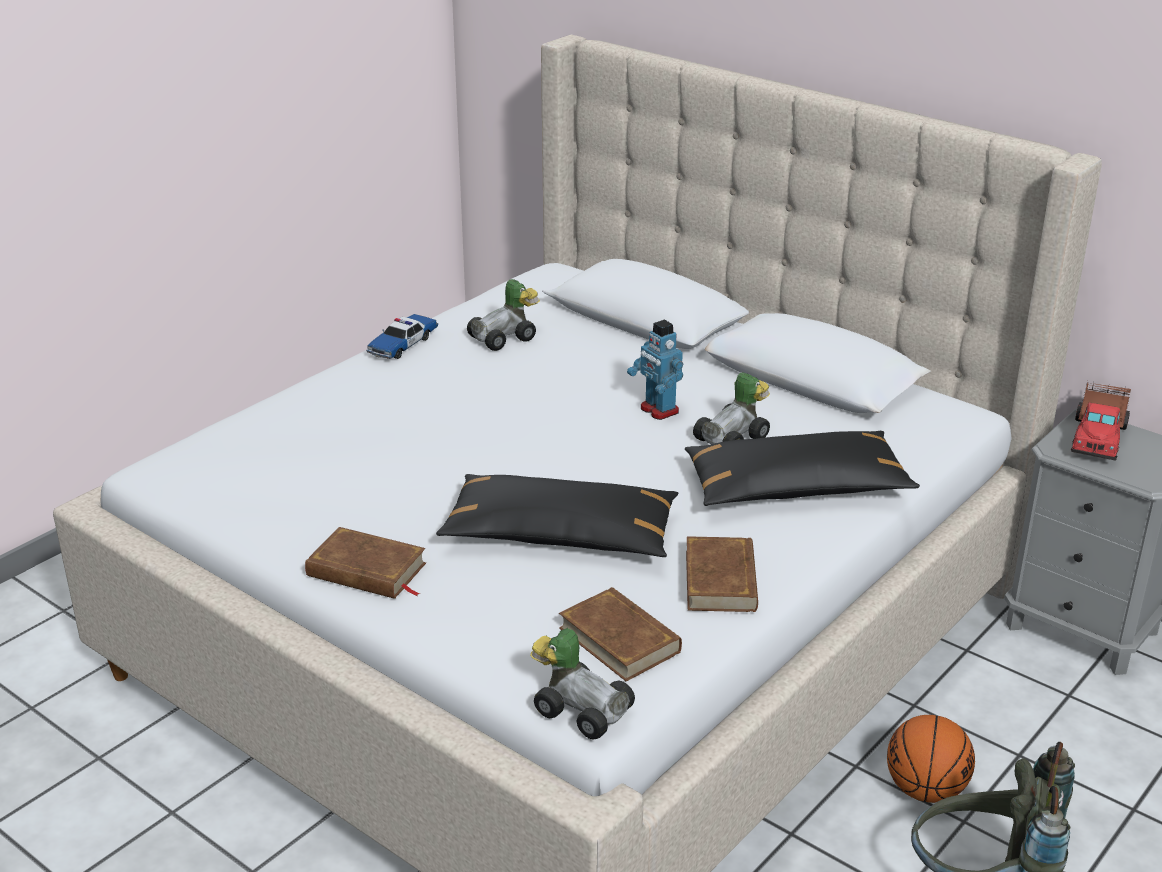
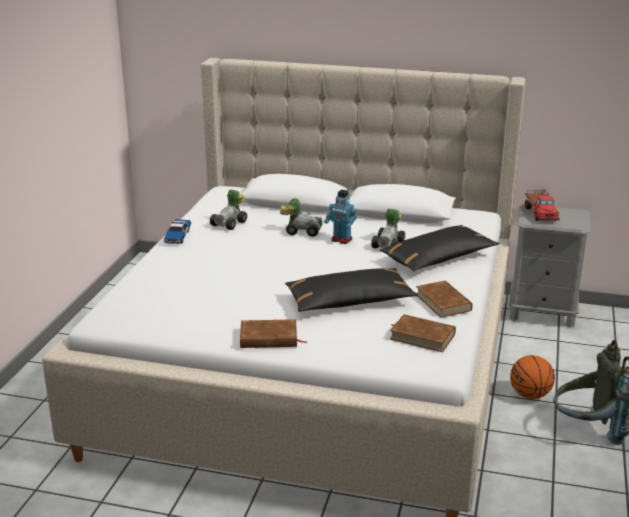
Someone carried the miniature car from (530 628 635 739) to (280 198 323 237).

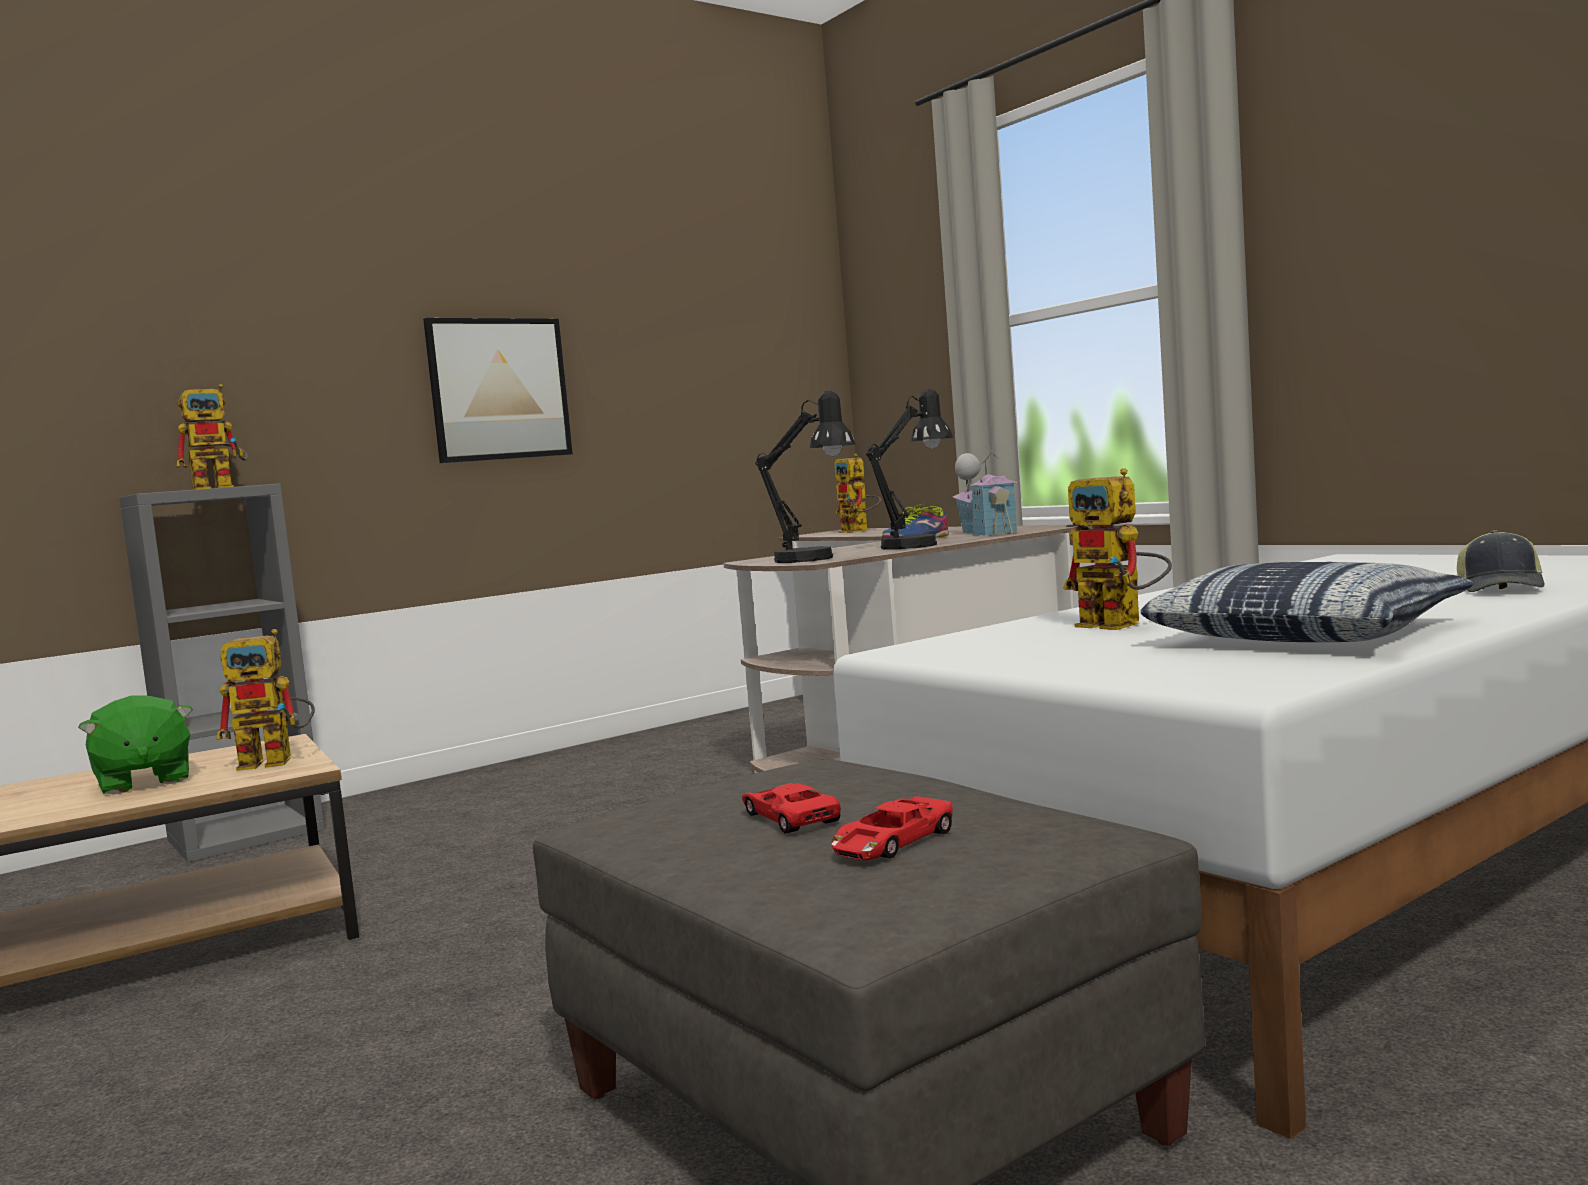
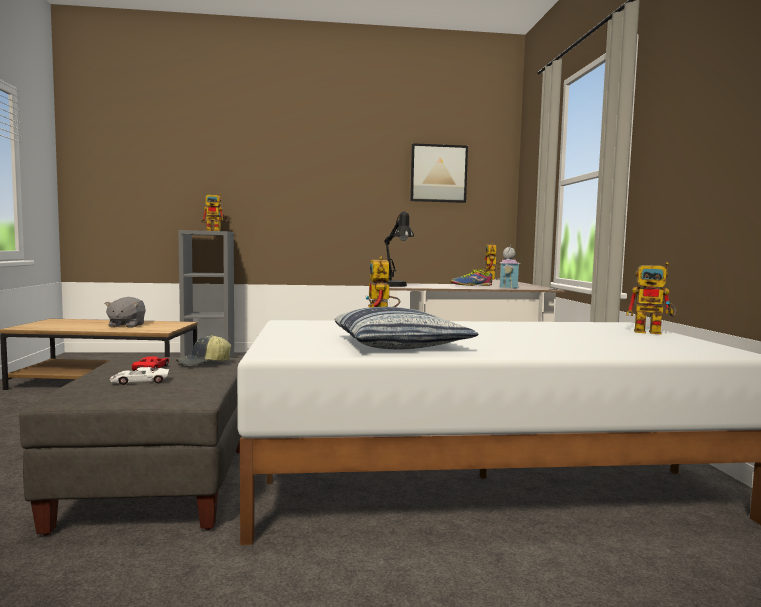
Someone repainted the greenish plush toy at (78 695 193 795), which became the grey plush toy at (104 297 146 328).
Someone carried the model robot from (216 629 315 771) to (626 262 676 334).
Someone carried the wall picture from (423 318 573 463) to (410 143 468 203).
Someone repainted the red miniature car at (831 796 953 860), which became the white miniature car at (110 367 169 385).
Someone took away the black table lamp at (866 389 953 550).
Someone carried the baseball cap from (1457 530 1544 592) to (176 335 231 366).

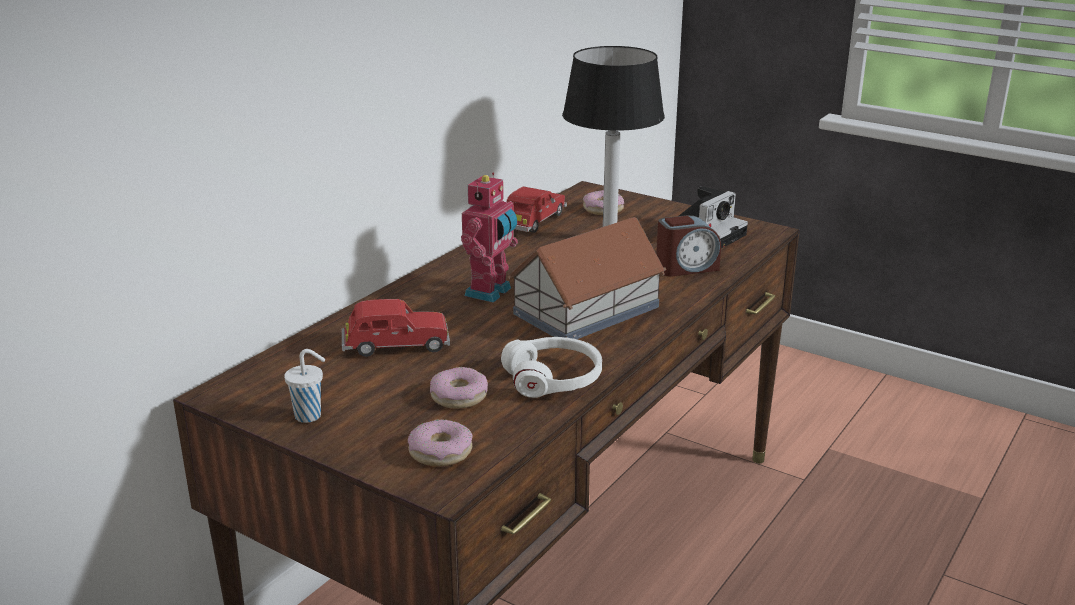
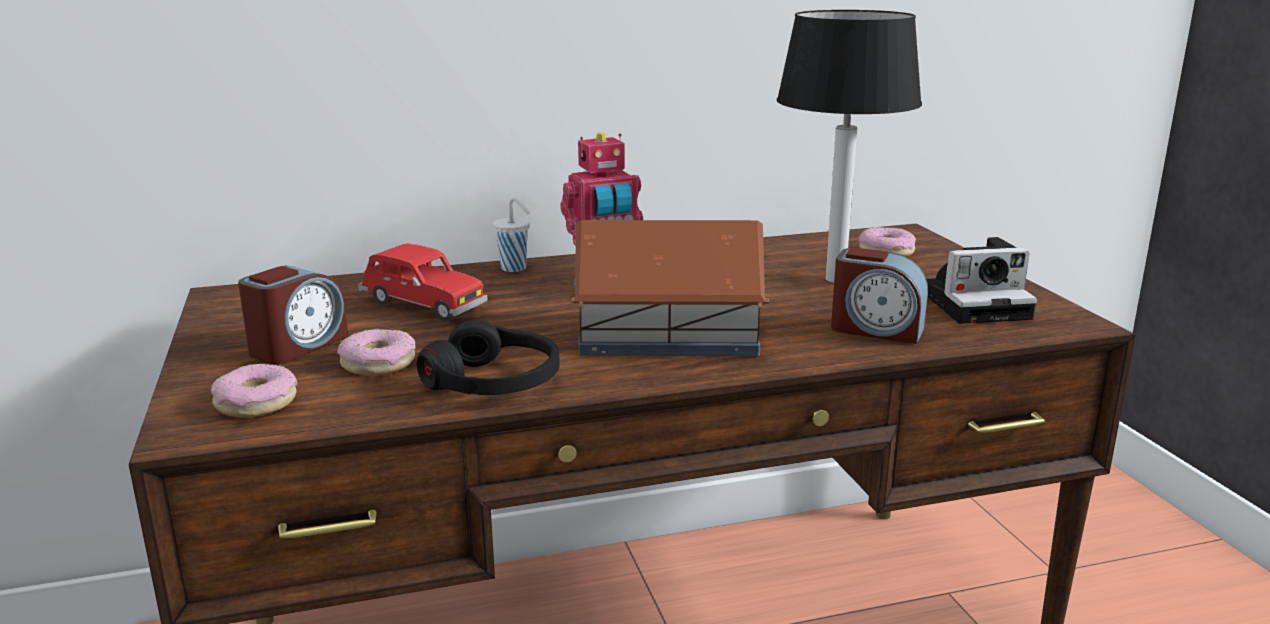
Someone carried the white drinking cup from (284 349 325 423) to (493 197 530 272).
Someone repainted the white pair of headphones at (501 337 602 398), which became the black pair of headphones at (416 320 560 395).
Someone took away the red miniature car at (507 187 567 233).
Someone put down the alarm clock at (238 266 349 364).

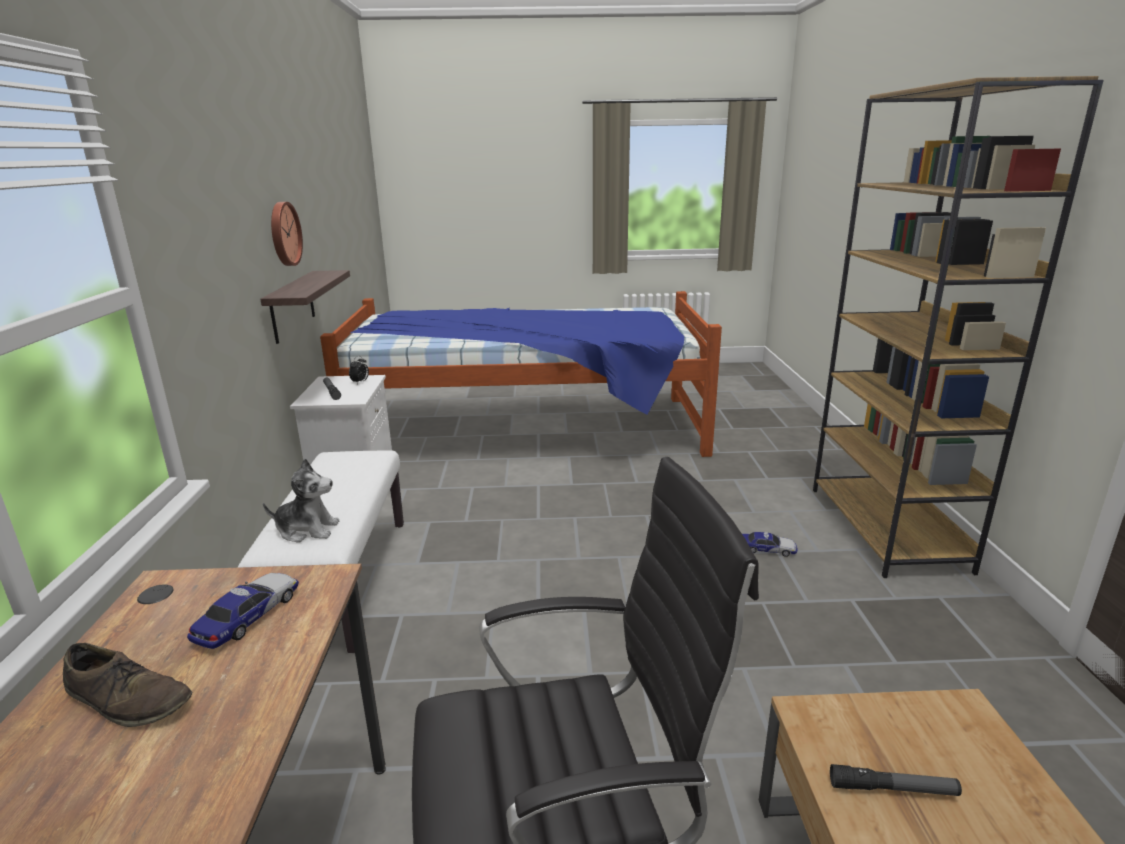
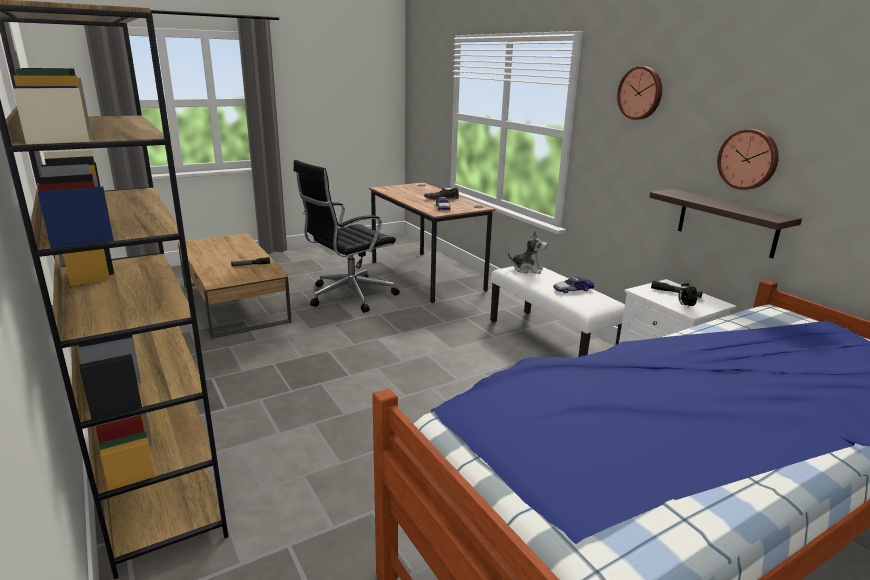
Someone rotated the plush toy at (263 458 340 543) by 135 degrees counterclockwise.
Someone carried the miniature car from (742 532 798 557) to (553 277 594 293).
Someone put up the wall clock at (617 66 662 120).

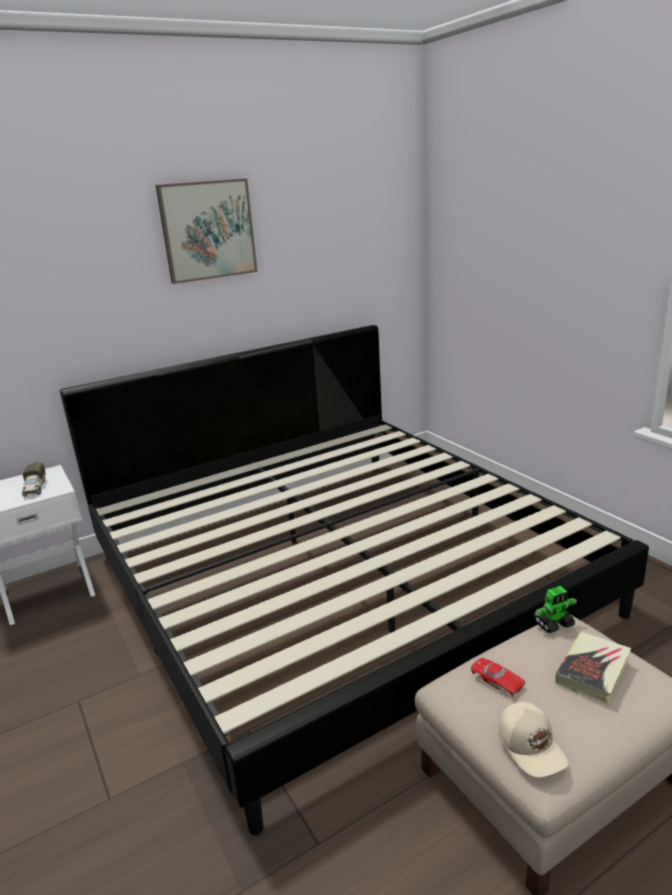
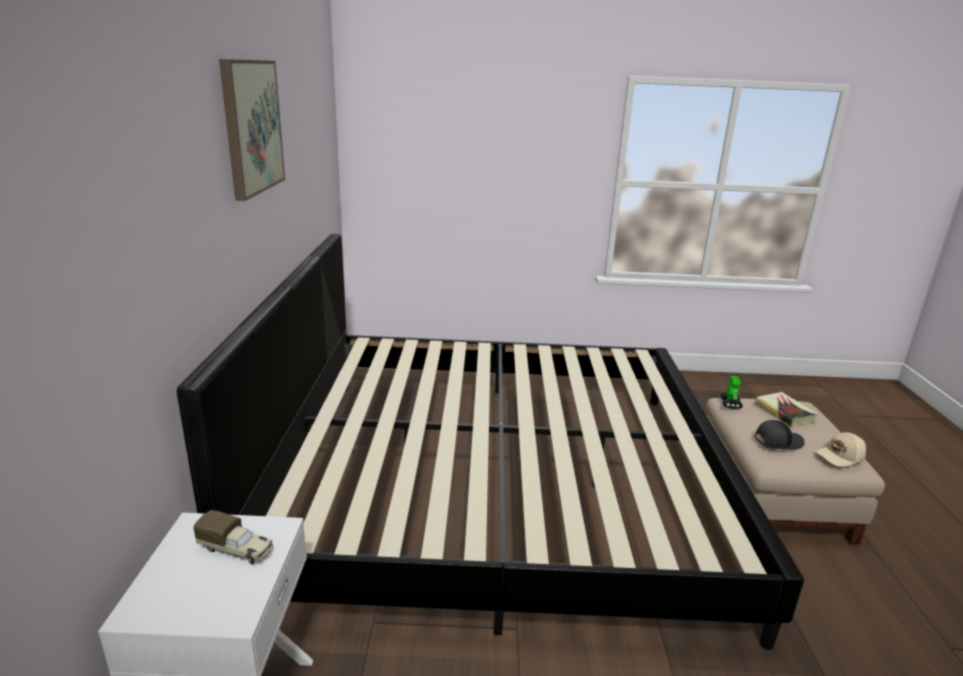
Someone swapped the red miniature car at (471 658 525 697) for the black baseball cap at (755 420 805 450).
Someone rotated the beige-coloured baseball cap at (498 702 568 778) by 150 degrees clockwise.

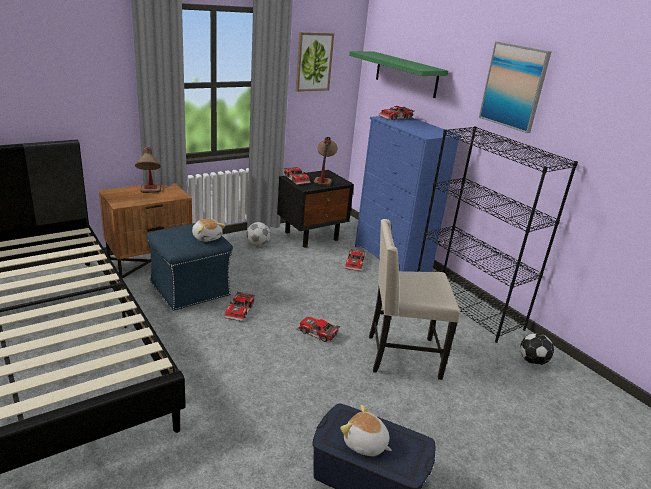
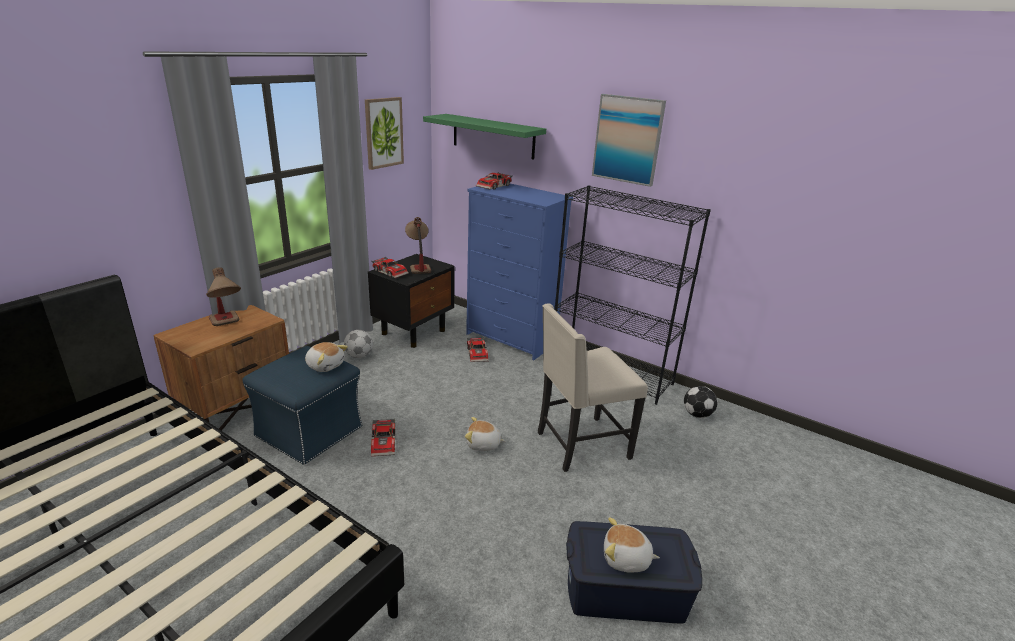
Someone swapped the miniature car at (297 317 340 342) for the plush toy at (465 417 506 451).

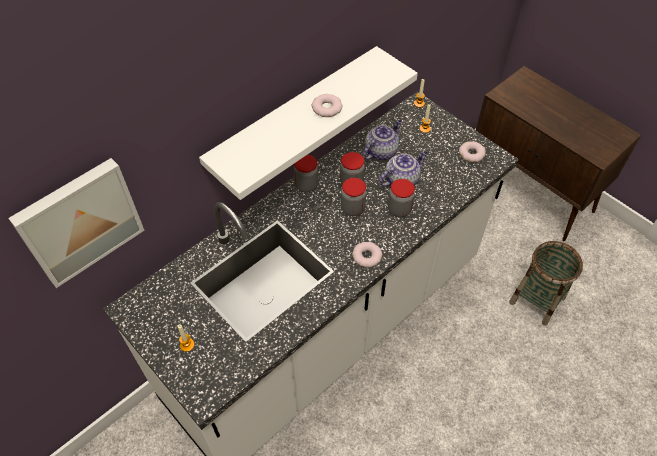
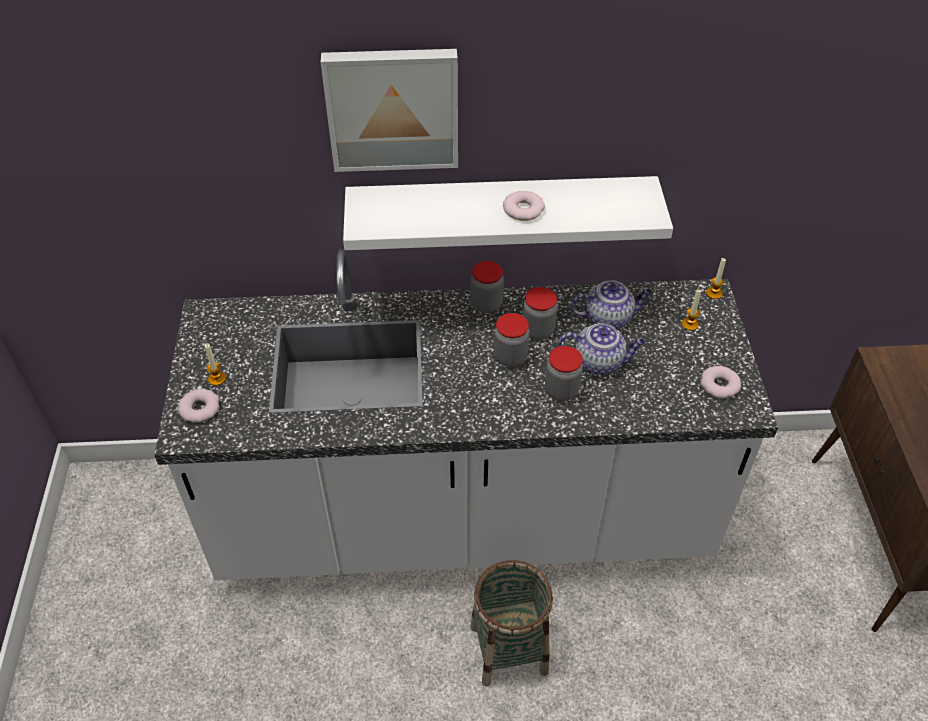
Someone carried the wall picture from (8 158 145 288) to (321 49 458 172).
Someone carried the donut from (352 242 382 267) to (178 389 219 423).
Someone carried the basket from (509 241 583 326) to (471 560 553 687).

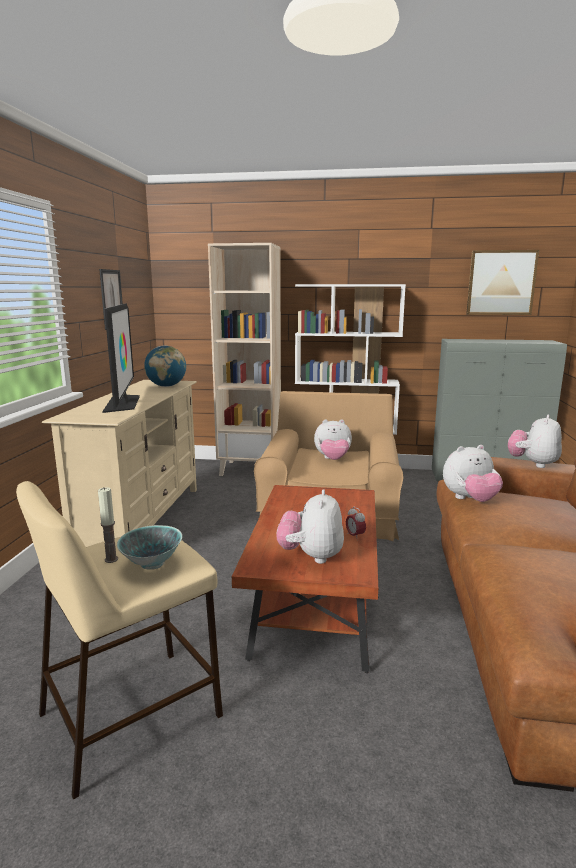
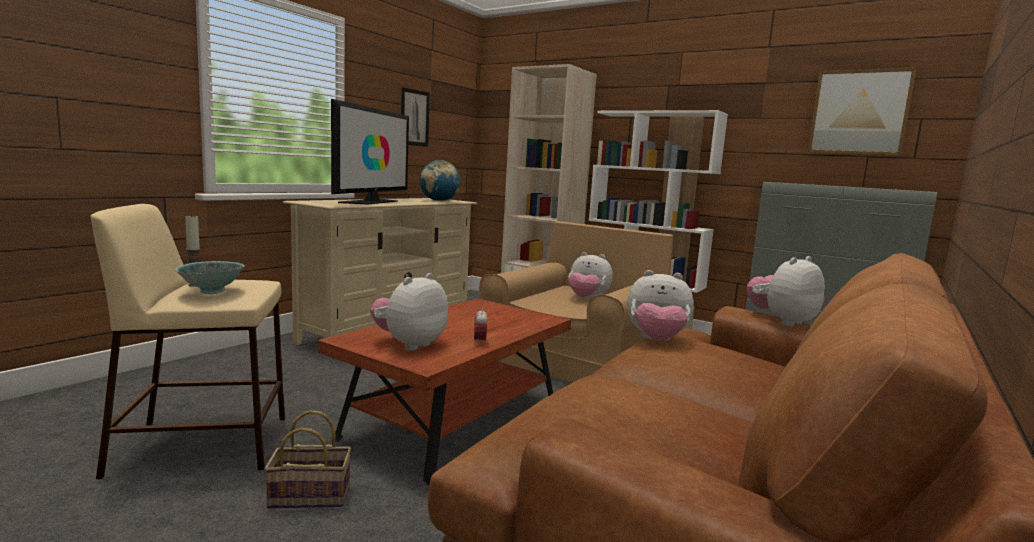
Someone put down the basket at (264 410 351 509).

